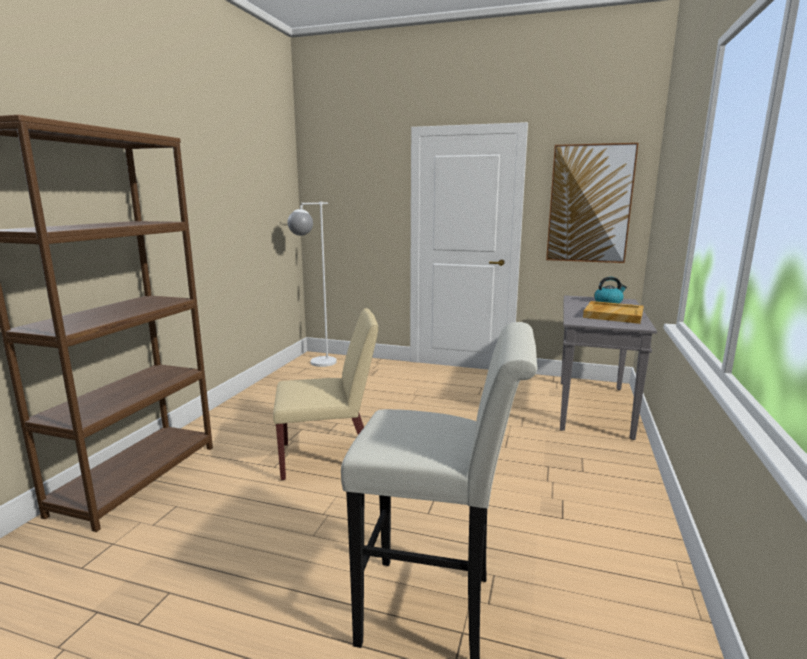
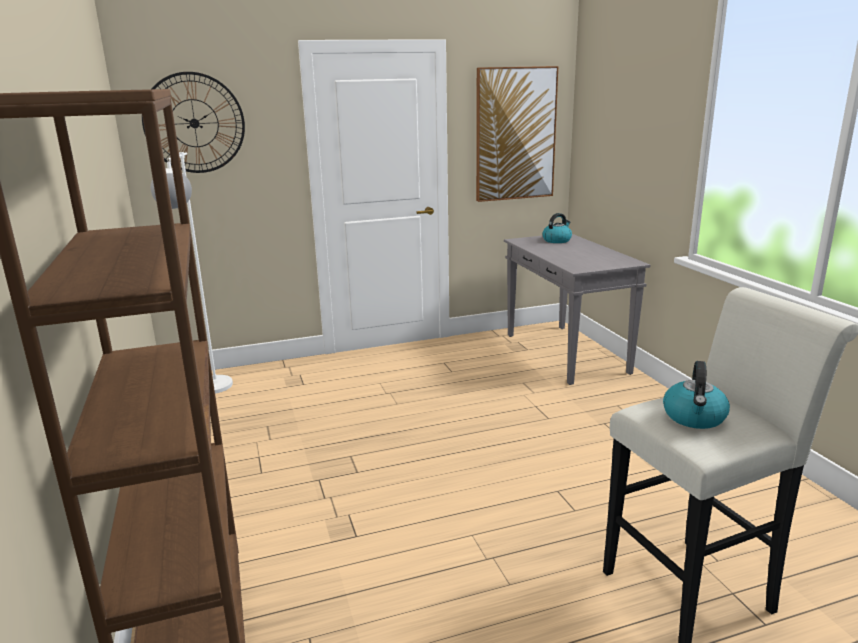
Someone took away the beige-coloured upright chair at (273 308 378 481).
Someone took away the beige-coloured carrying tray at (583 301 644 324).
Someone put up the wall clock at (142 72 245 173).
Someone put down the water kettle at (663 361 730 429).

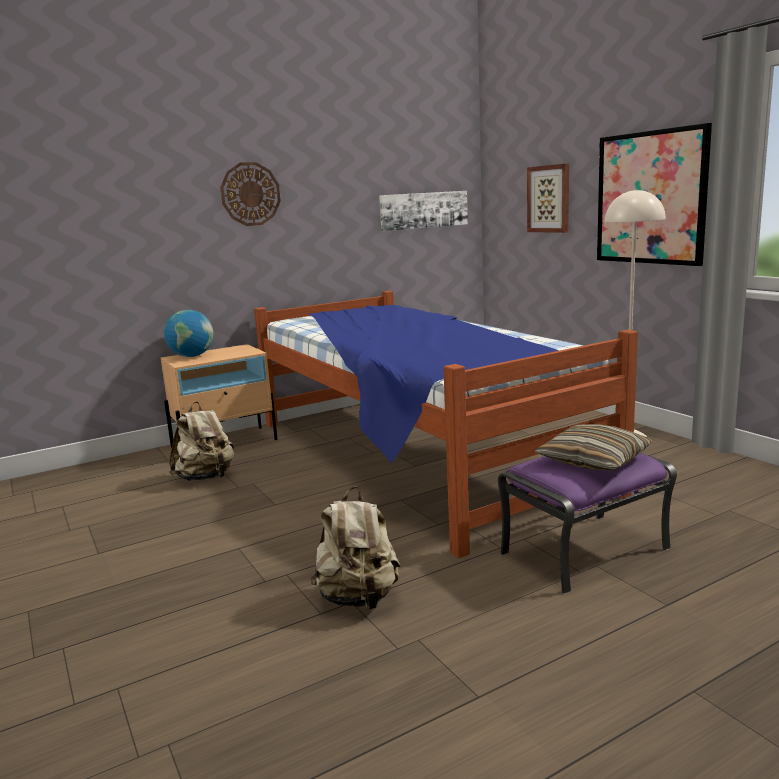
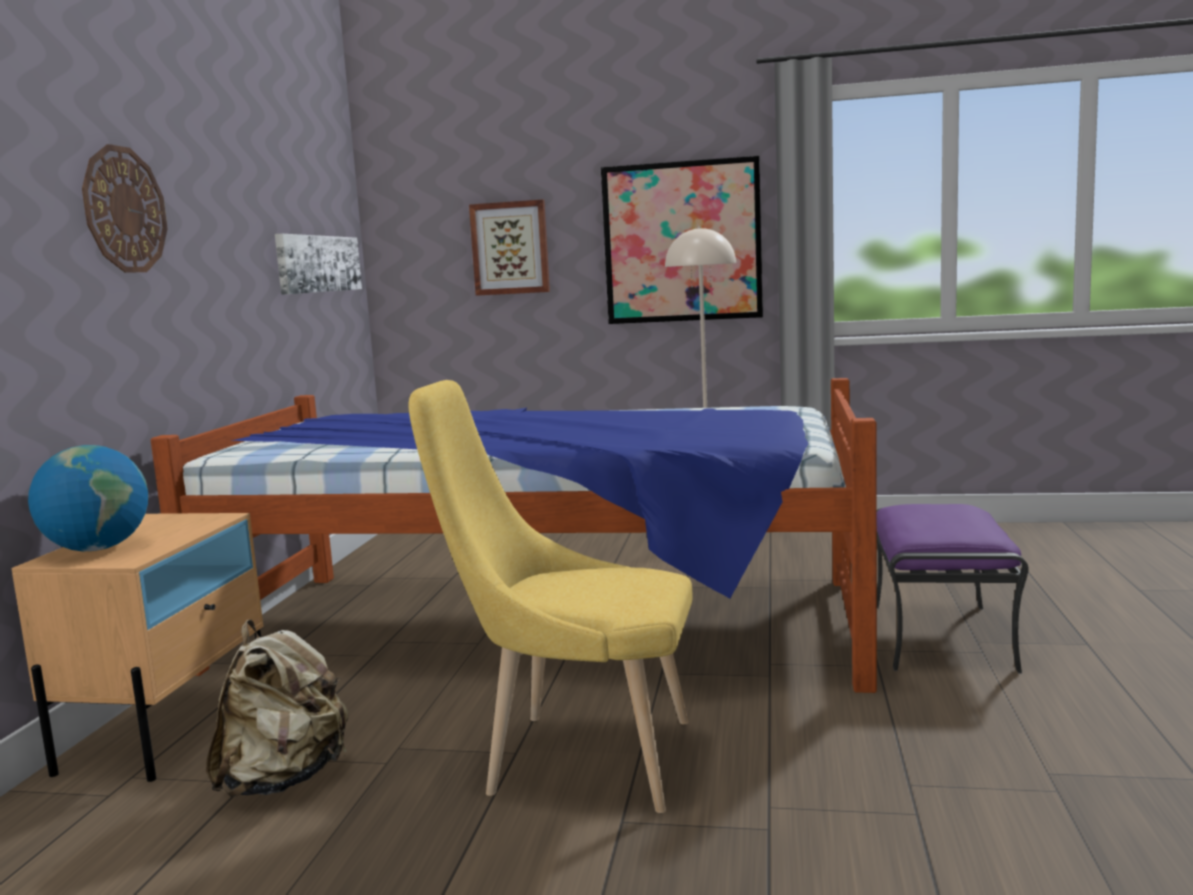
Someone took away the beige-coloured backpack at (310 486 400 610).
Someone took away the pillow at (535 424 653 471).
Someone put down the yellowish upright chair at (409 380 692 813).

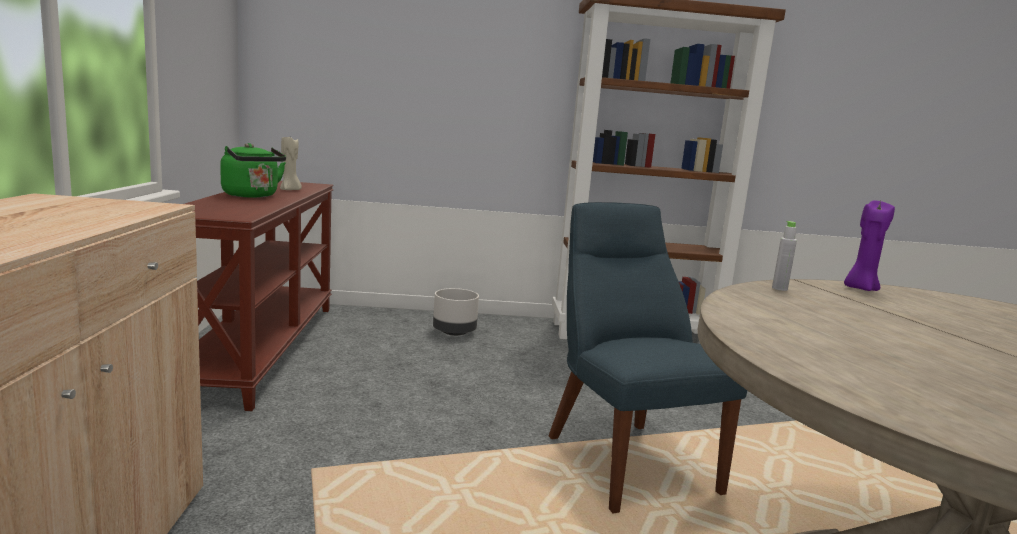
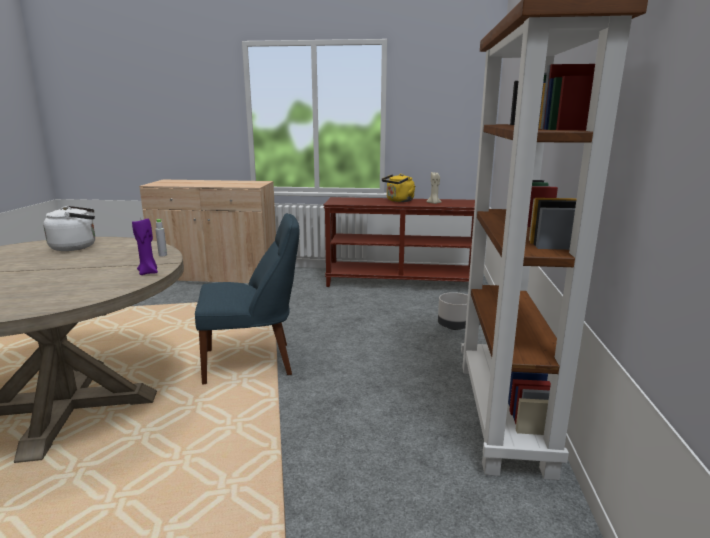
Someone repainted the greenish water kettle at (220 143 286 198), which became the yellowish water kettle at (382 174 415 202).
Someone put down the white water kettle at (43 206 95 251).

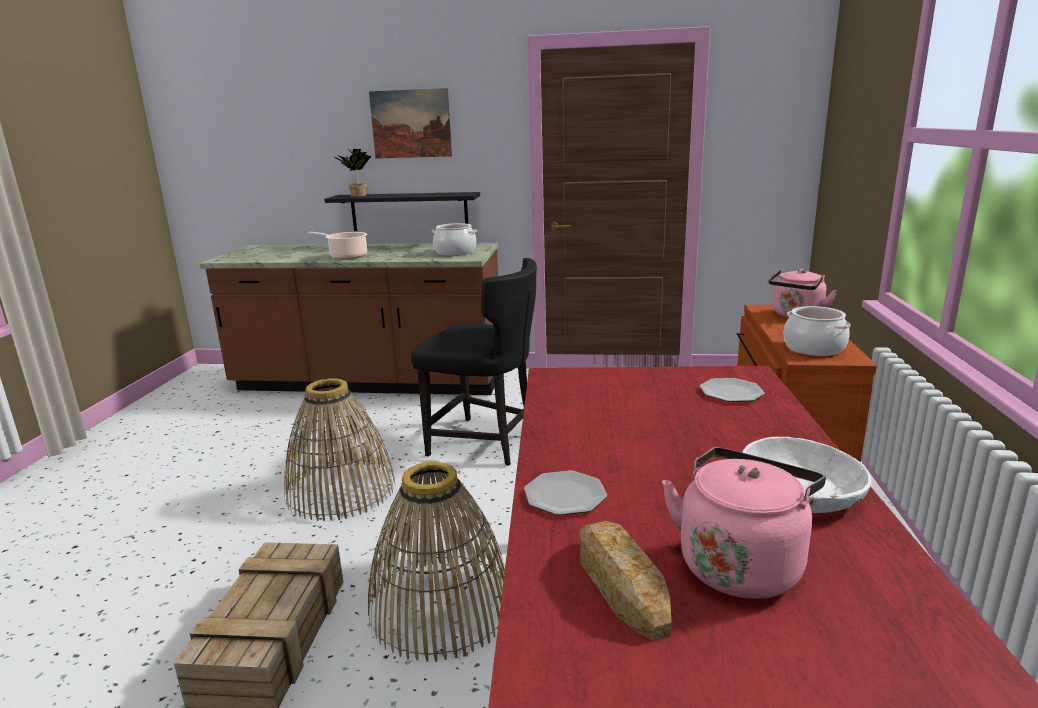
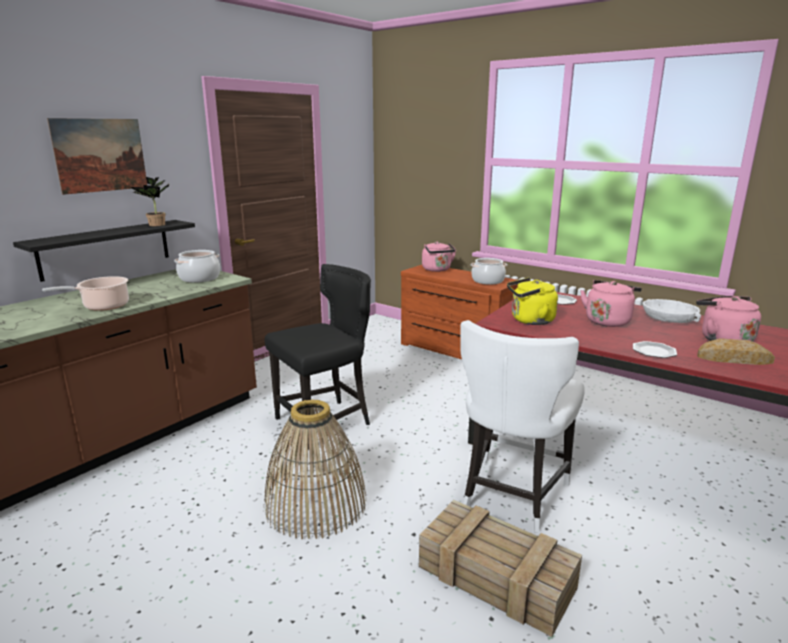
Someone carried the plant in a pot from (334 148 371 197) to (130 177 169 226).
Someone swapped the basket at (368 462 505 662) for the white upright chair at (460 320 585 533).
Someone put down the yellowish water kettle at (507 277 558 325).
Someone put down the pink-coloured water kettle at (580 280 642 327).

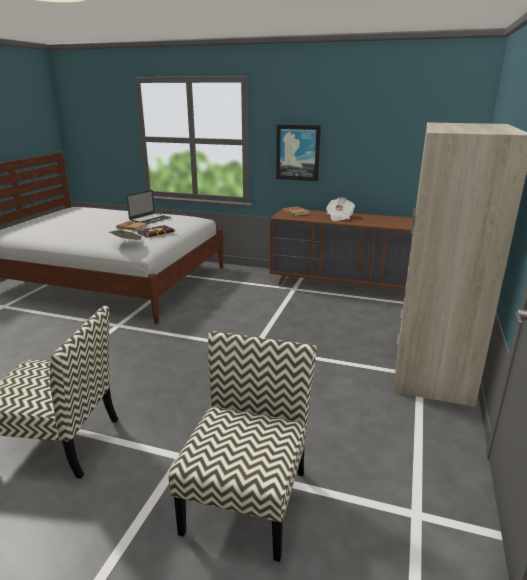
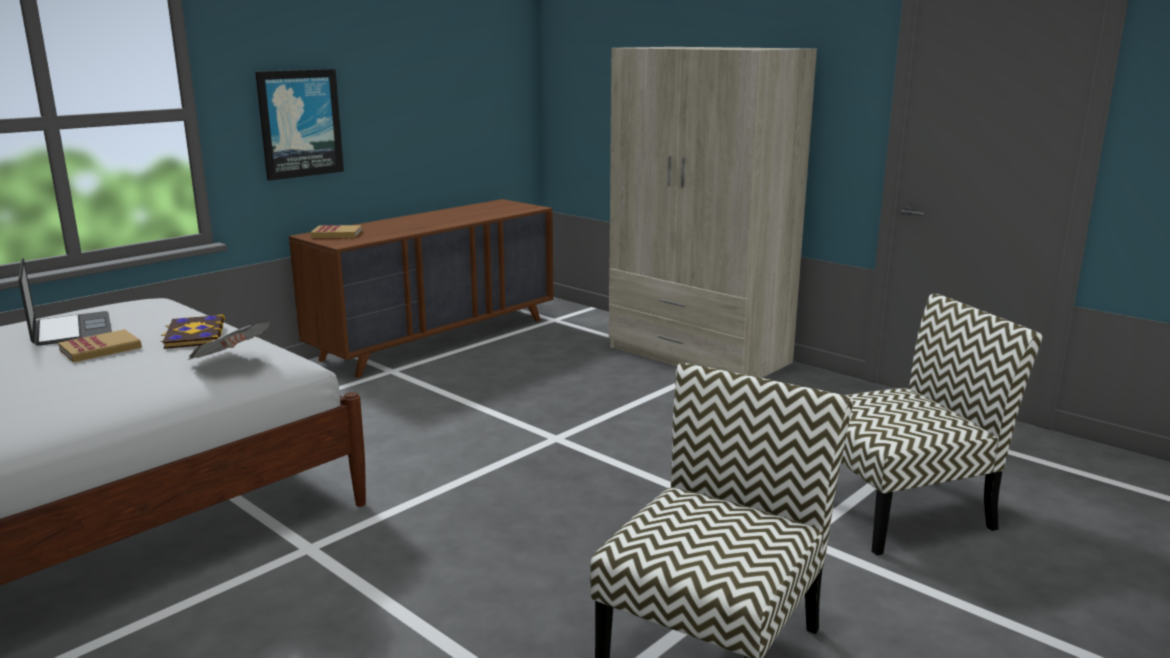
Someone rotated the upright chair at (169 331 317 562) by 120 degrees clockwise.
Someone took away the daily paper at (326 198 355 221).

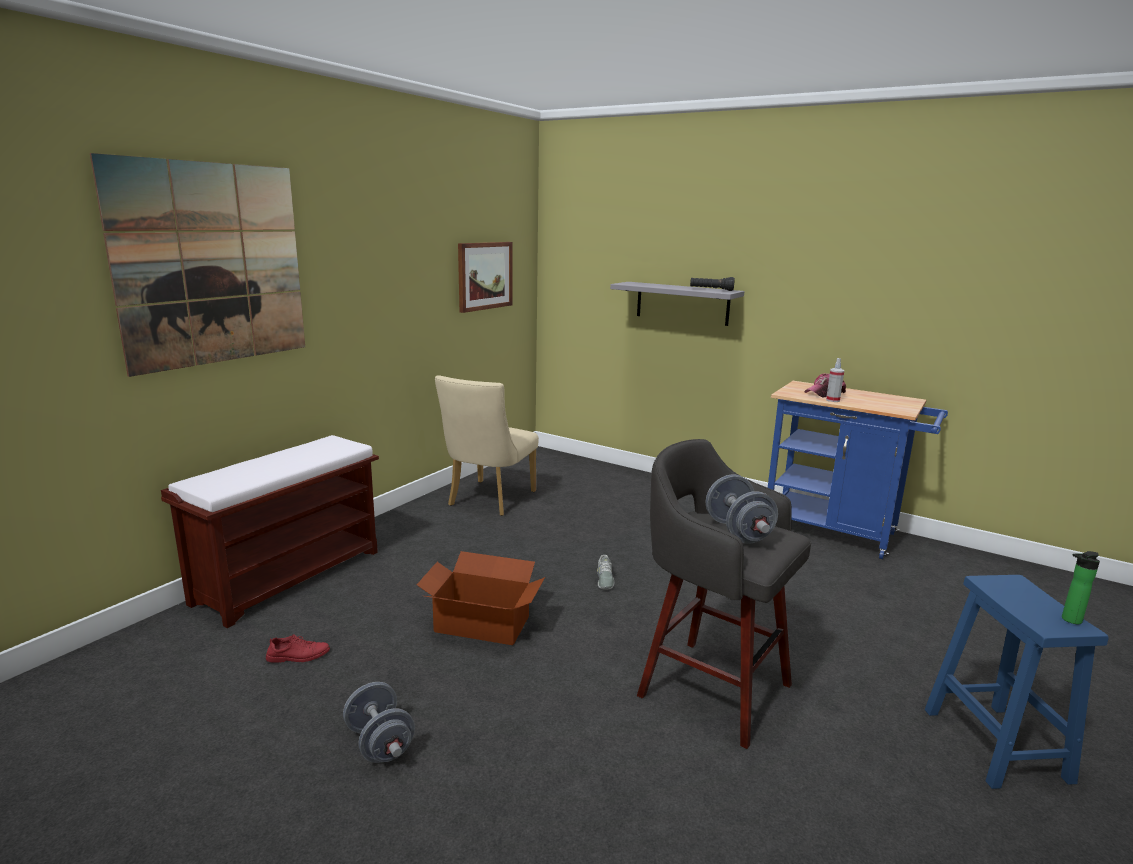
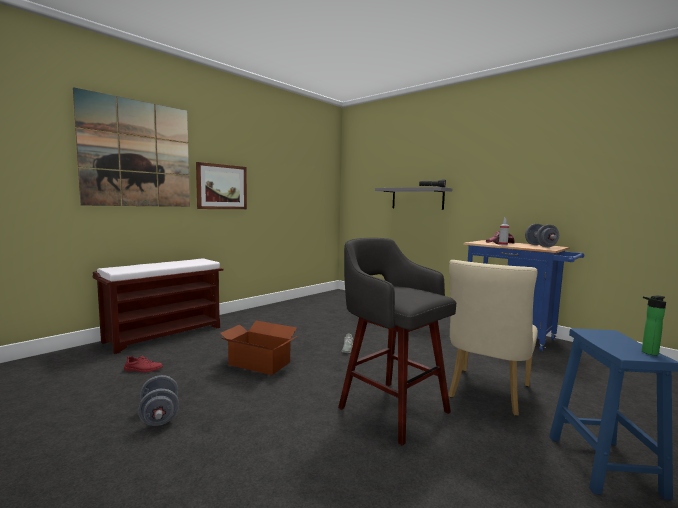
Someone carried the beige-coloured upright chair from (435 375 539 516) to (448 260 538 416).
Someone carried the wall picture from (458 242 513 313) to (196 162 247 209).
Someone carried the grey hand weight from (706 475 778 544) to (525 224 559 247).

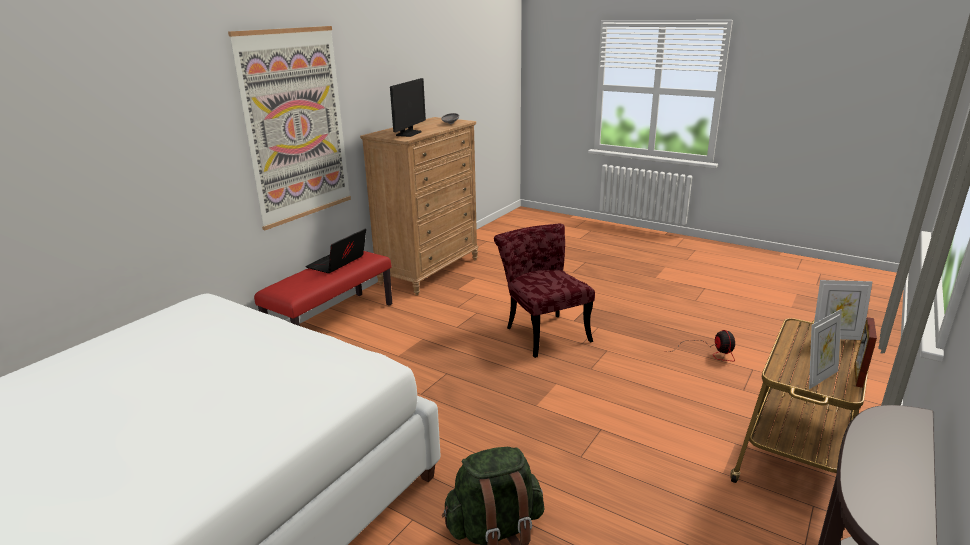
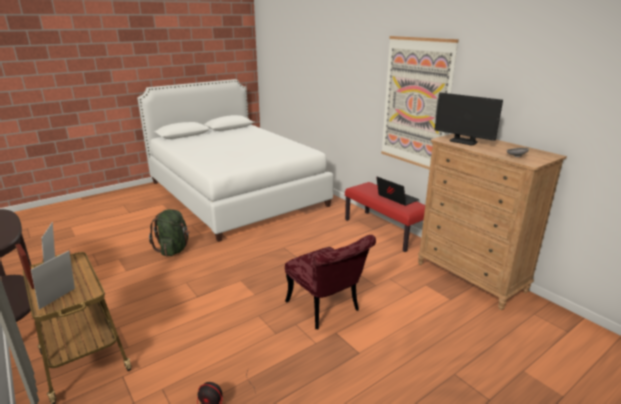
Someone rotated the red upright chair at (494 224 595 358) by 60 degrees clockwise.

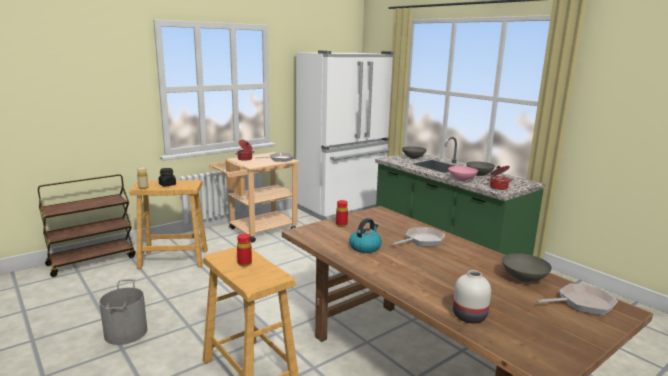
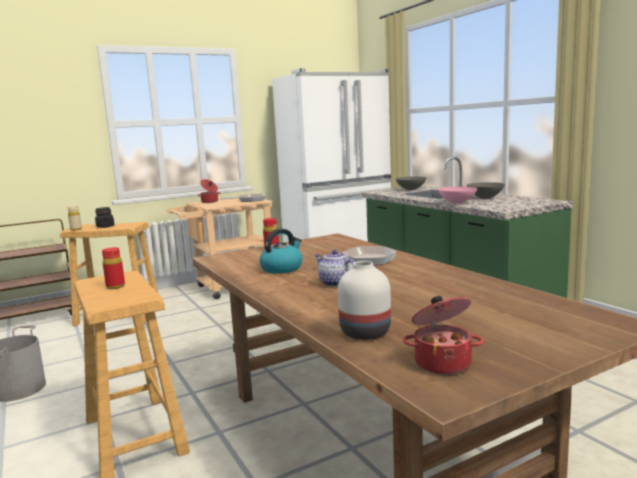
Someone carried the saucepot from (487 166 513 190) to (403 296 484 375).
Someone took away the grey serving bowl at (502 253 552 282).
Someone took away the skillet at (537 283 618 315).
Someone put down the pot for tea at (315 250 354 287).

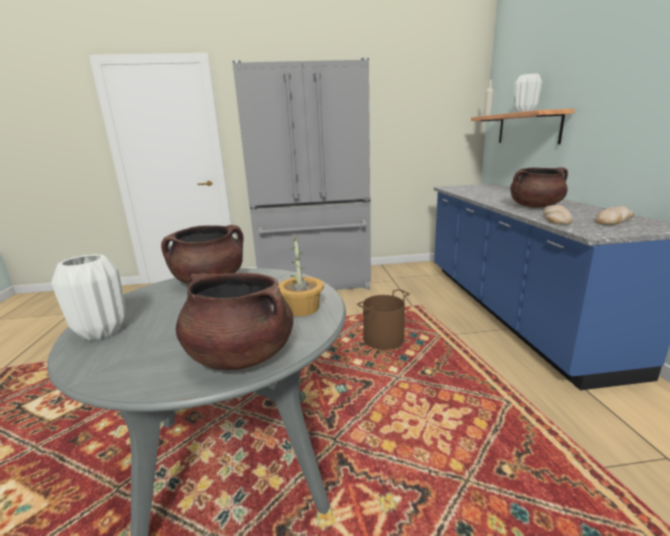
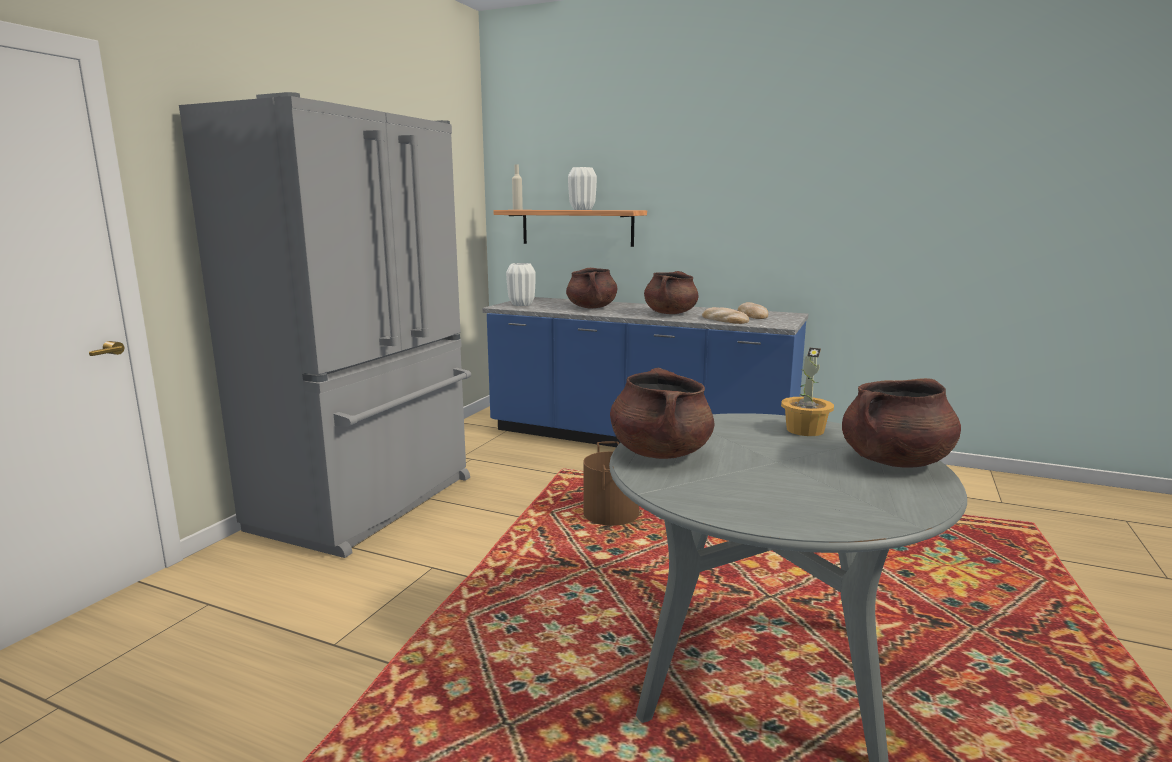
Someone carried the white vase from (51 254 126 341) to (506 263 536 306).
Someone put down the brown-coloured saucepot at (566 268 617 308).

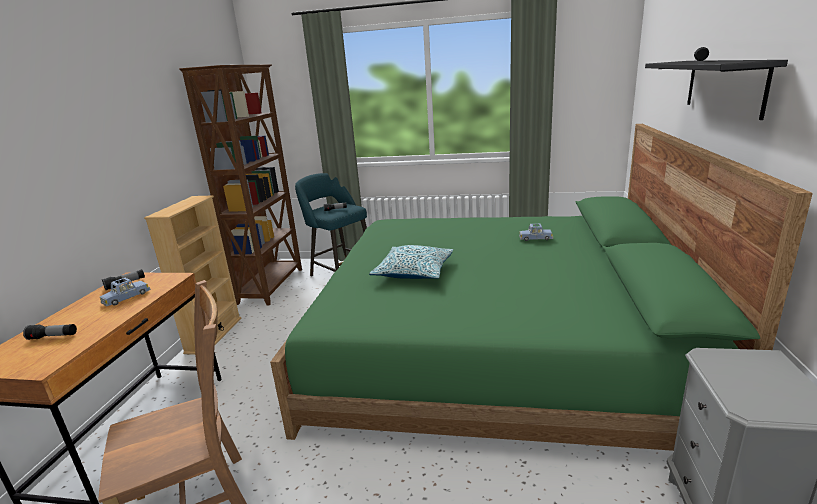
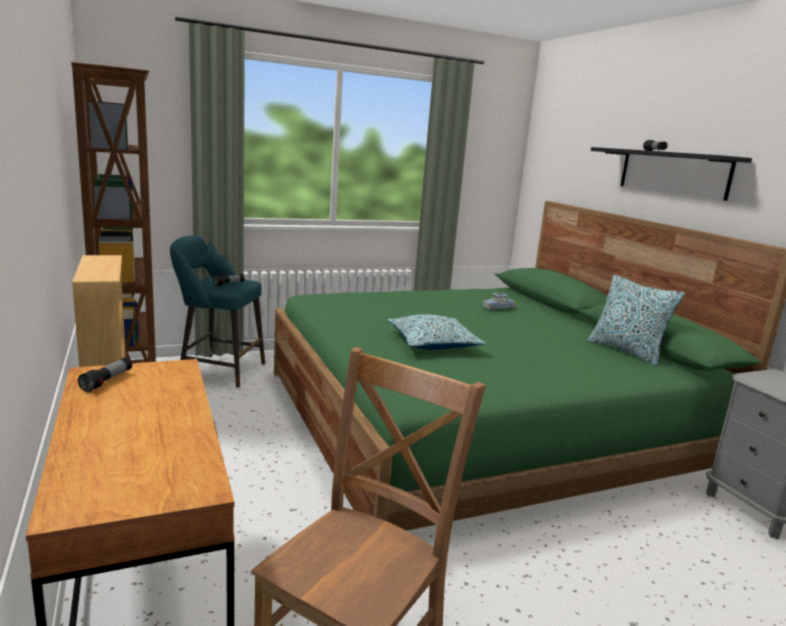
Someone took away the hand torch at (23 324 77 340).
Someone took away the blue miniature car at (100 278 151 306).
Someone put down the pillow at (588 275 685 366).

